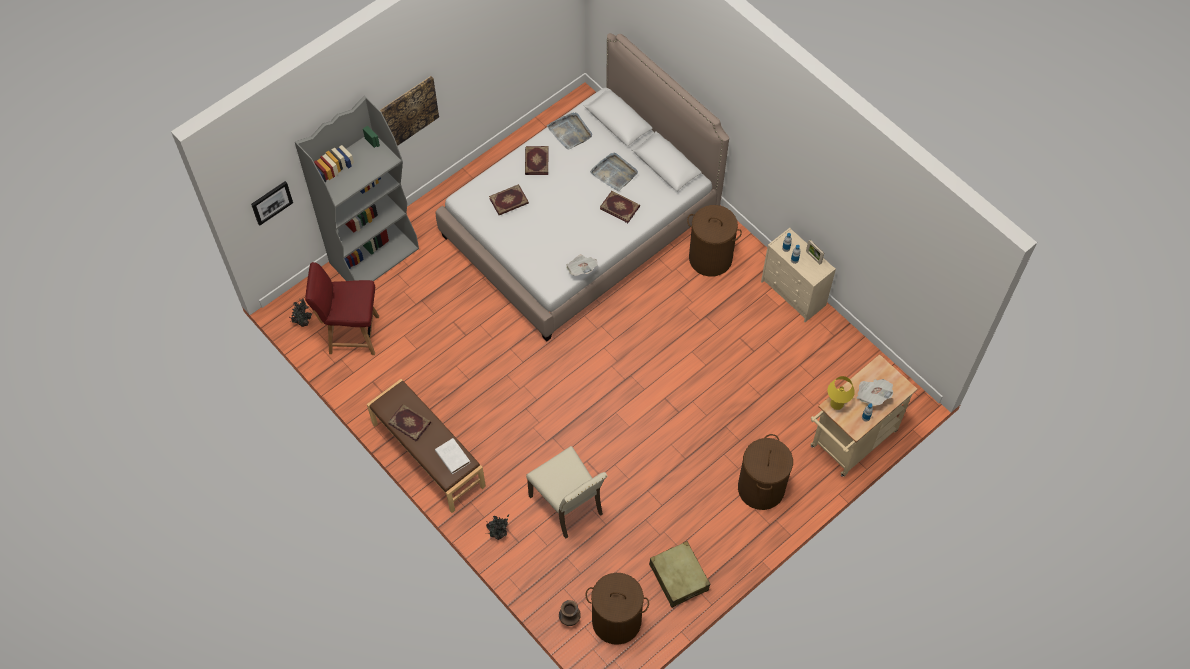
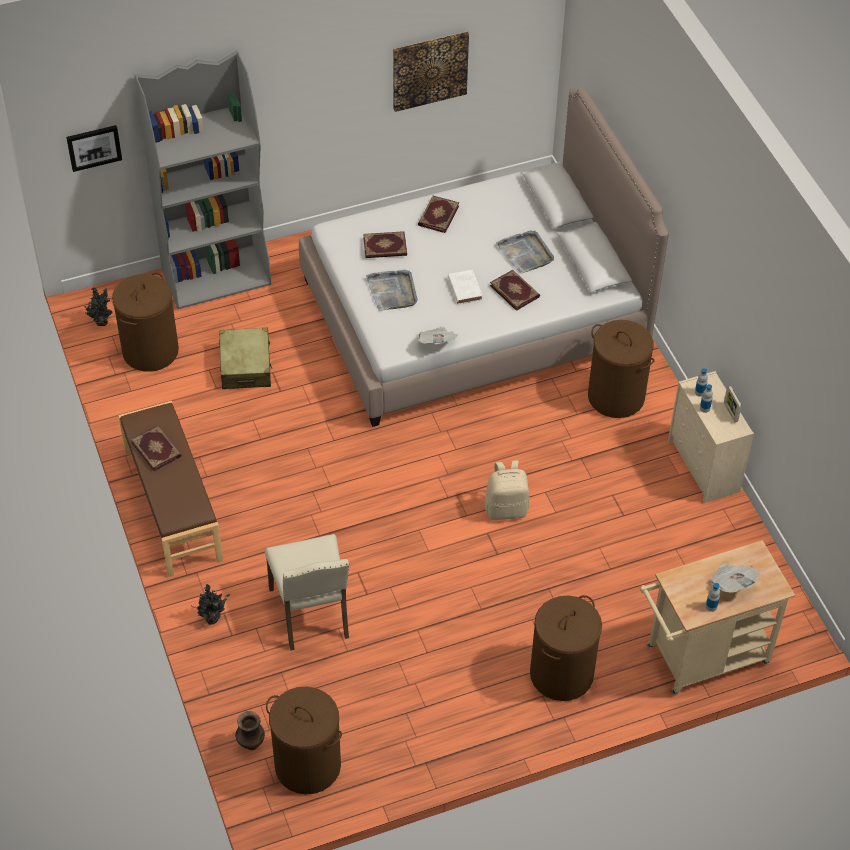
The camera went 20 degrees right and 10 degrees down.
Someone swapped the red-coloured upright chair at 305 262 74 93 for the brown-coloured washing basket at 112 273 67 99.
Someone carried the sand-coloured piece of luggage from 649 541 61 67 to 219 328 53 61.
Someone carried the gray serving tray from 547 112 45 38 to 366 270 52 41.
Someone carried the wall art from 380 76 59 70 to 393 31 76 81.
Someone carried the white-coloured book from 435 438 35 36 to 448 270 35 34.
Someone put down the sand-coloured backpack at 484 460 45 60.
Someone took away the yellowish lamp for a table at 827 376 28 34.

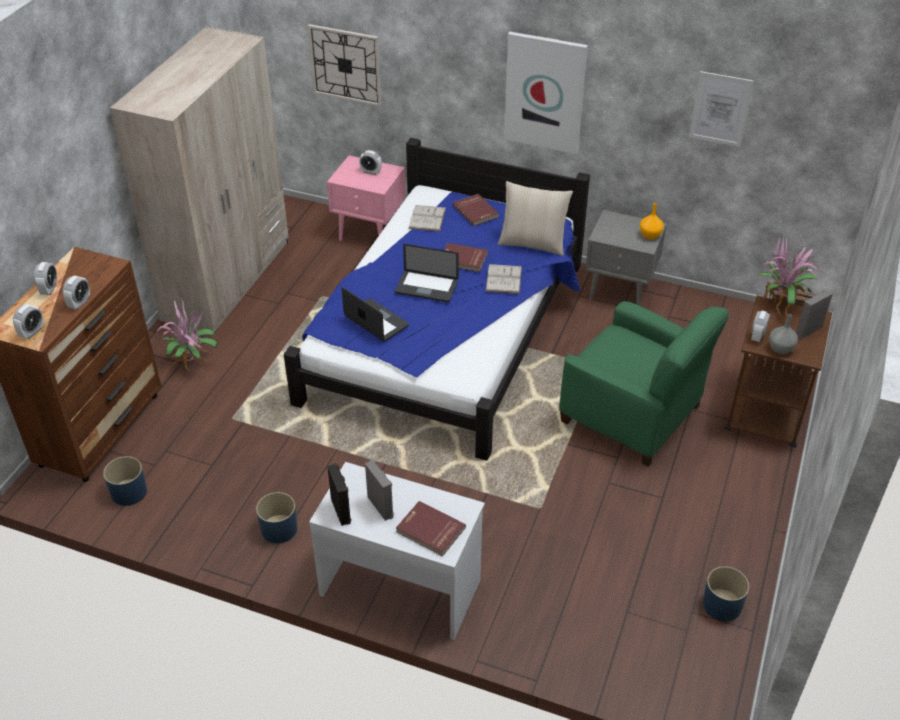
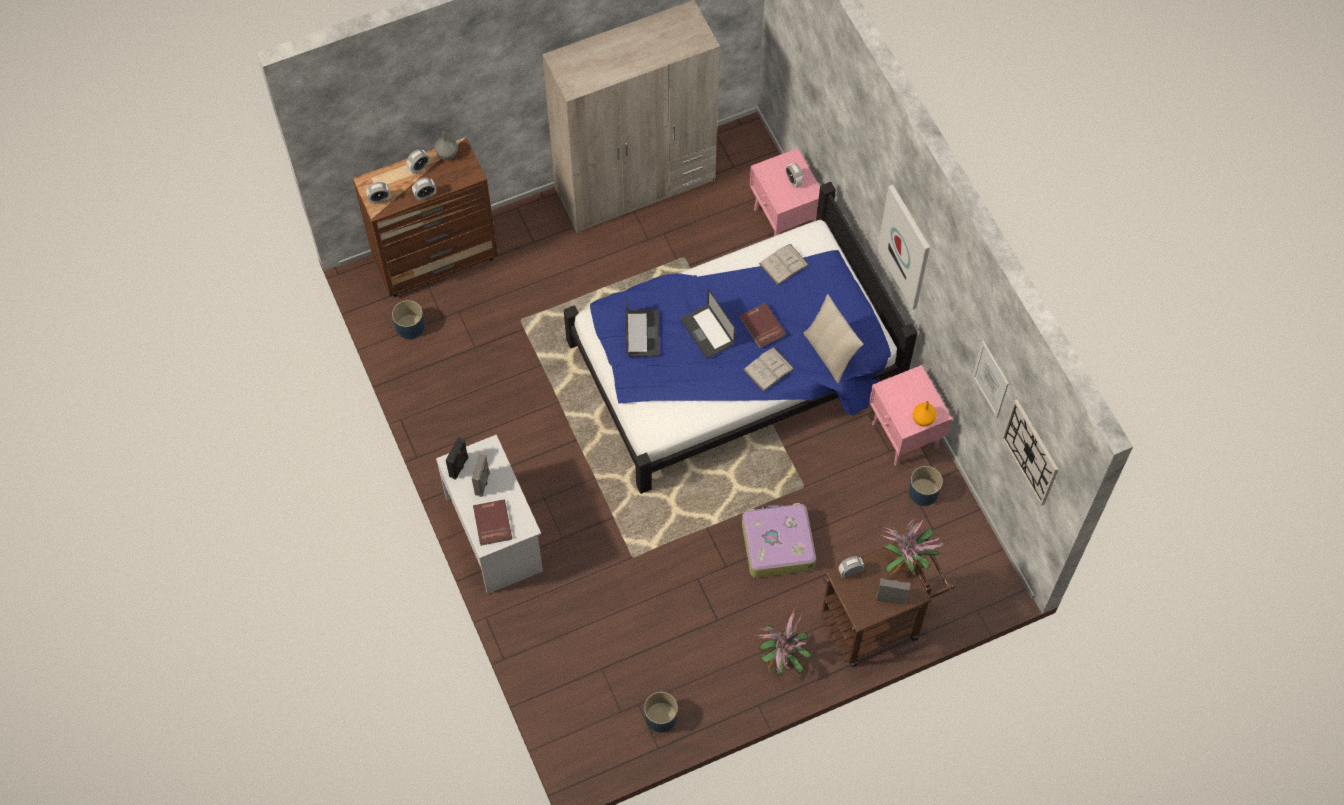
The camera went 45 degrees right and 20 degrees up.
Someone carried the gray vase from 769 314 29 40 to 435 131 23 29.
Someone swapped the green-coloured armchair at 559 301 170 166 for the piece of luggage at 742 503 74 75.
Someone carried the potted plant from 156 298 62 73 to 756 609 56 67.
Someone repainted the gray bedside table at 585 210 82 96, which became the pinkish bedside table at 869 365 83 101.
Someone carried the bluish plant pot from 256 492 42 52 to 909 466 34 40.
Someone carried the hanging clock from 308 24 73 82 to 1002 399 56 107.
Someone took away the red-coloured book at 453 194 46 32.

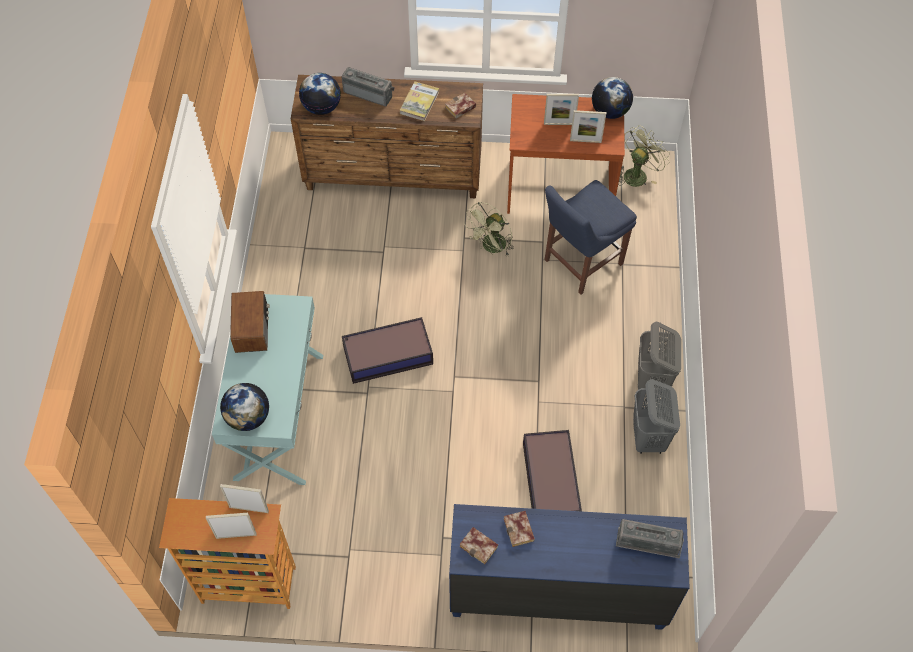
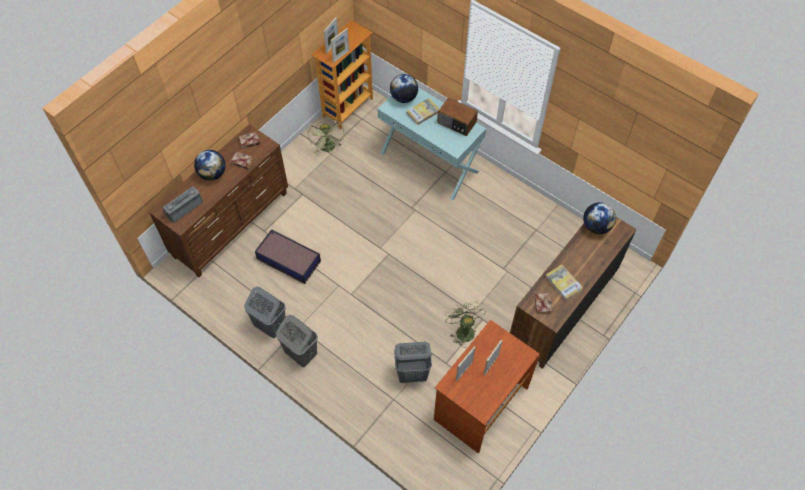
The camera went 125 degrees right and 0 degrees up.
Someone repainted the bluish dresser at 449 504 241 126, which became the brown-coloured dresser at 149 124 139 153.
Someone carried the world globe from 592 77 41 42 to 194 150 32 31.
Someone carried the green-coloured fan from 618 125 52 62 to 308 119 37 34.
Someone swapped the bluish upright chair at 545 180 92 115 for the gray washing basket at 394 342 38 41.
Someone put down the book at 406 98 34 27.
Someone took away the radio receiver at 342 67 53 39.
Someone took away the storage box at 342 317 91 67.

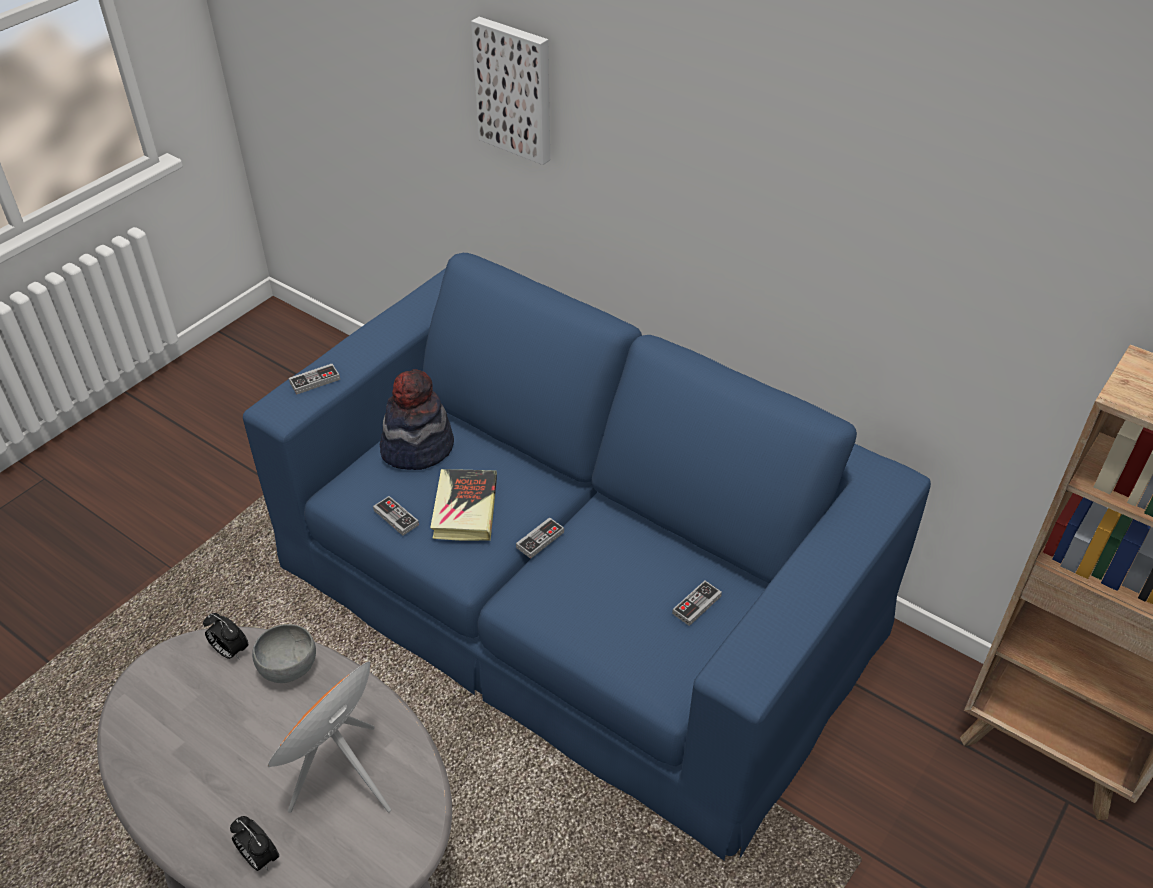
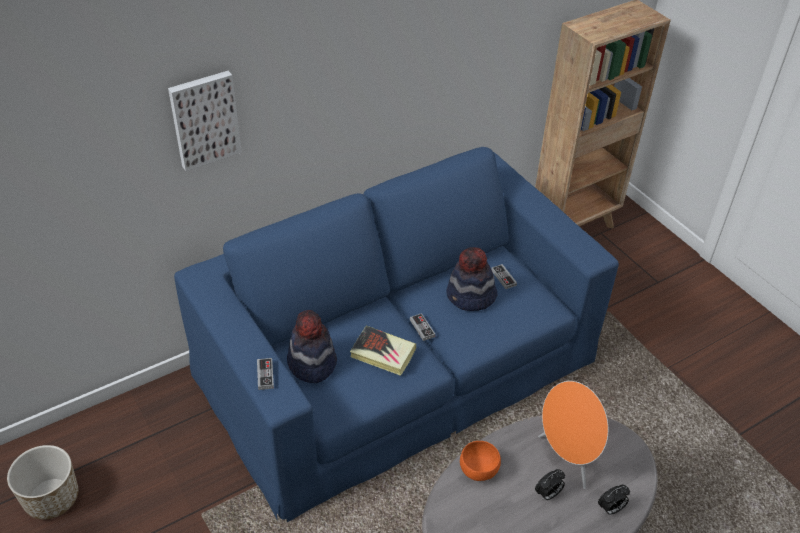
The camera went 70 degrees left and 0 degrees up.
Someone put down the plant pot at 7 445 71 75.
Someone put down the clothing hat at 446 247 51 64.
Someone repainted the gray deep dish at 252 624 64 59, which became the orangey deep dish at 460 441 41 40.
Someone carried the bedside clock from 203 613 45 47 to 535 469 30 31.
Someone took away the game controller at 373 496 46 40.

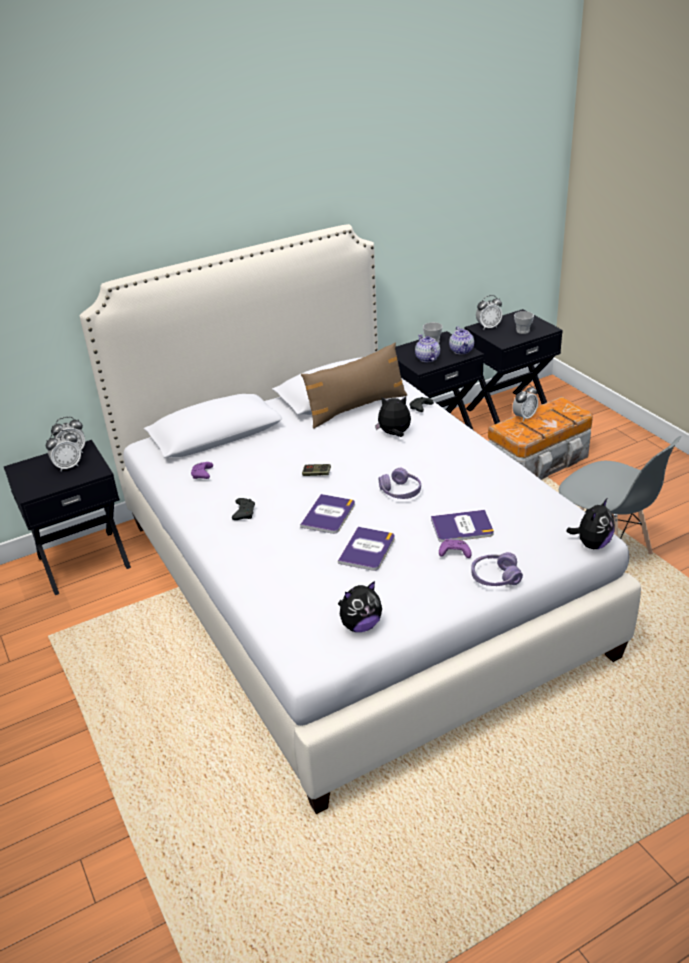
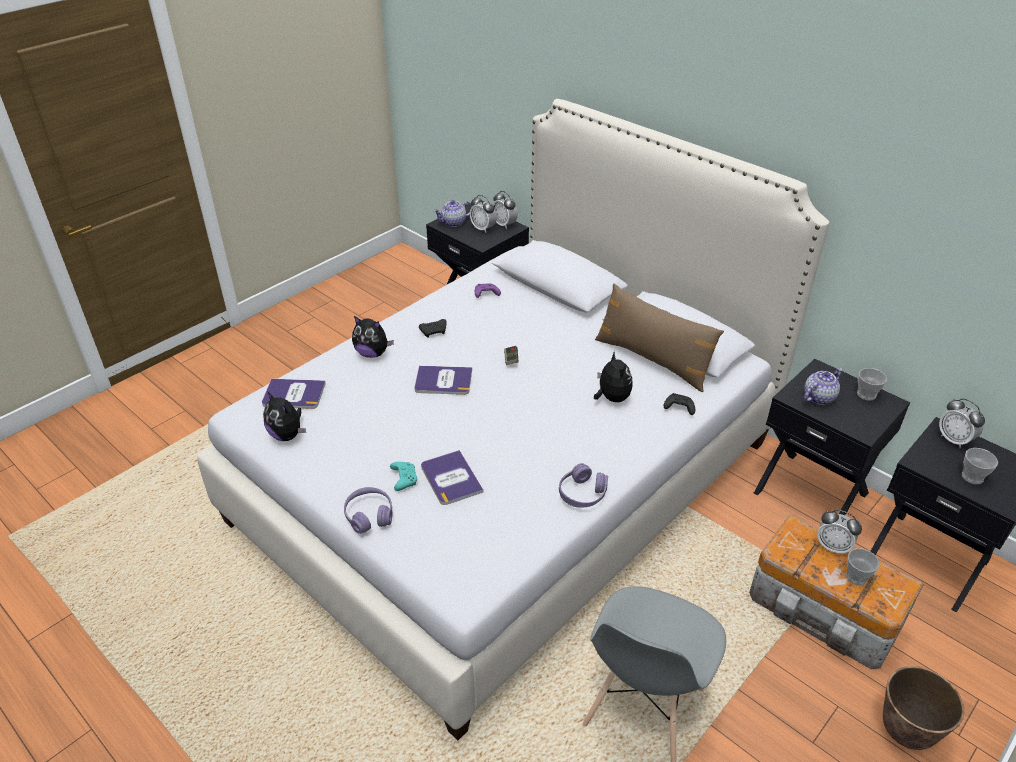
The camera went 70 degrees right and 5 degrees up.
Someone carried the book from 338 527 57 44 to 262 379 64 30.
Someone carried the cuddly toy from 566 498 49 51 to 352 316 42 42.
Someone repainted the purple-coloured game controller at 439 539 33 19, which became the turquoise game controller at 390 462 27 29.
Someone carried the pot for tea from 449 326 25 29 to 433 200 40 27.
Someone carried the purple-coloured headset from 379 468 42 31 to 559 463 49 45.
Someone put down the cup at 846 548 34 37.
Someone put down the plant pot at 883 666 81 84.

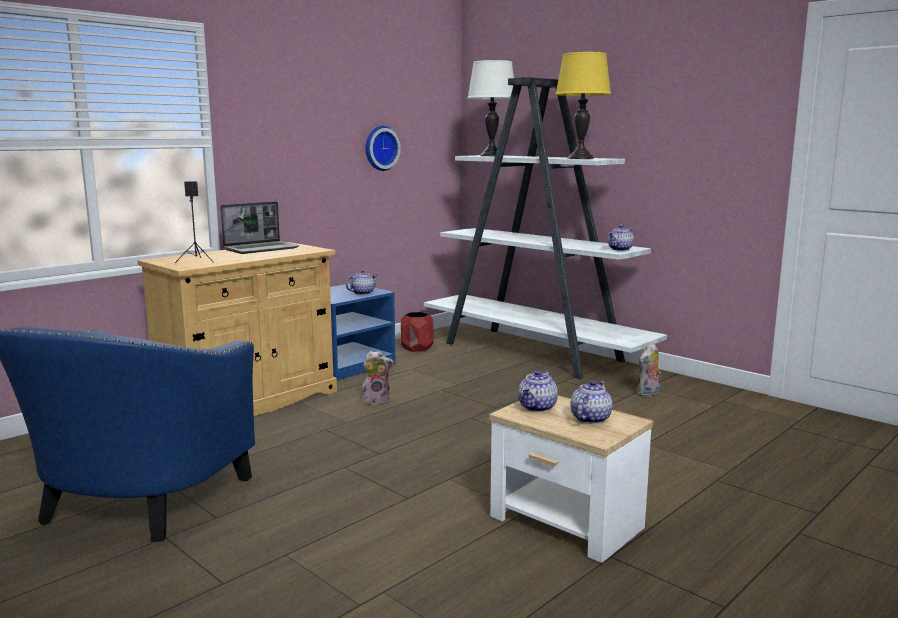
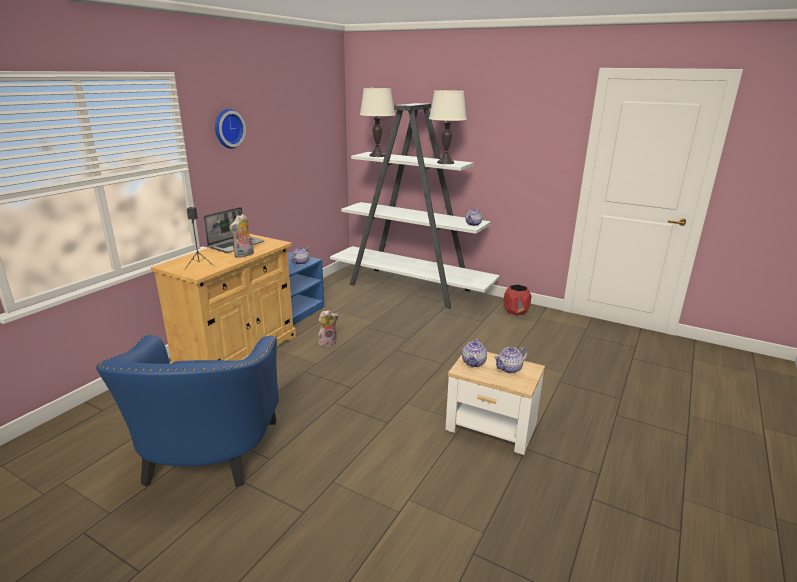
The camera went 15 degrees left and 10 degrees up.
Someone carried the hanging clock from 366 126 35 45 to 215 109 31 40.
Someone carried the cuddly toy from 636 343 25 54 to 229 214 25 44.
Someone repainted the yellowish lamp for a table at 555 52 56 107, which became the white-coloured lamp for a table at 429 90 38 74.
Someone rotated the pot for tea at 570 380 42 44 by 135 degrees counterclockwise.
Someone carried the red-coloured plant pot from 401 312 33 40 to 503 284 28 32.

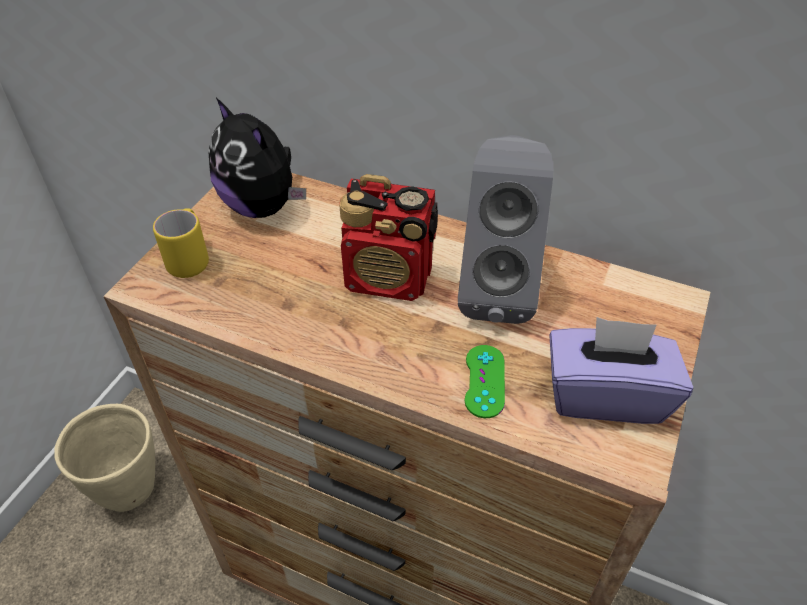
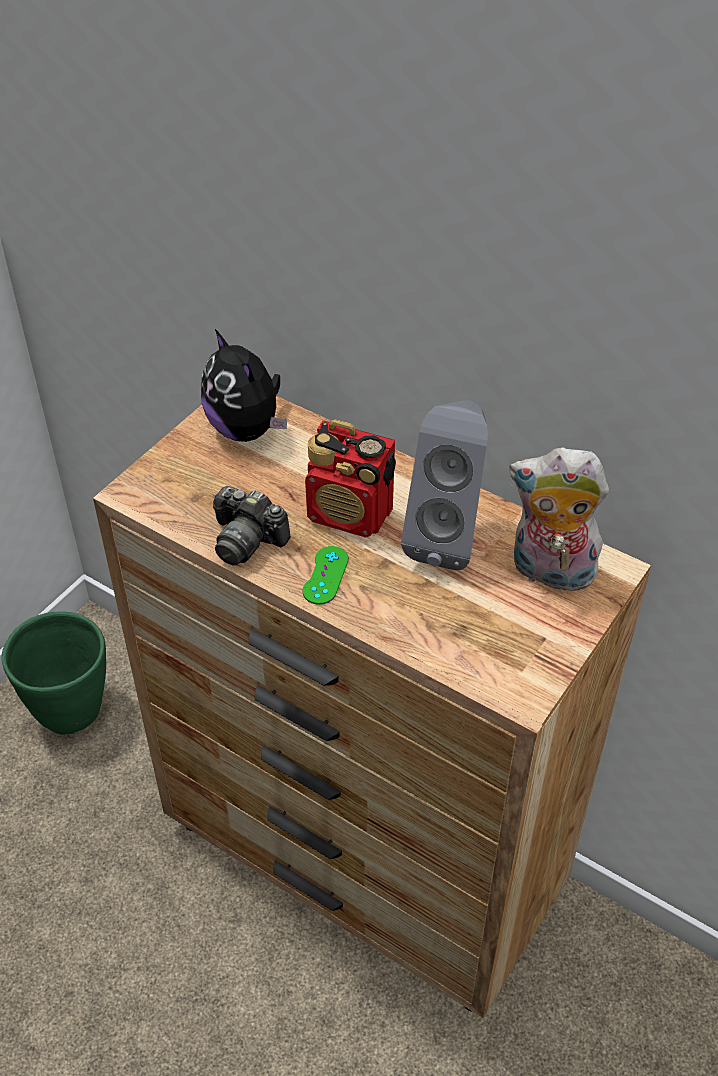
The camera went 10 degrees right and 0 degrees up.
Someone repainted the sand-coloured plant pot at 54 404 101 108, which became the green-coloured plant pot at 2 612 104 123.
Someone put down the still camera at 213 486 78 79.
Someone carried the green-coloured game controller from 465 345 40 73 to 302 546 47 59.
Someone put down the cuddly toy at 509 447 100 149.
Someone took away the yellowish mug at 153 208 56 70.
Someone took away the purple-coloured tissue holder at 549 317 144 107.

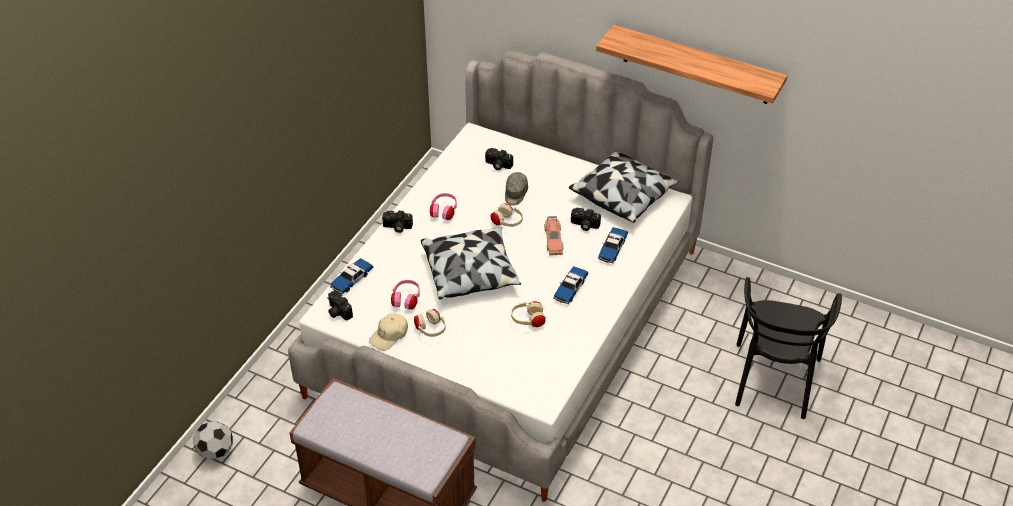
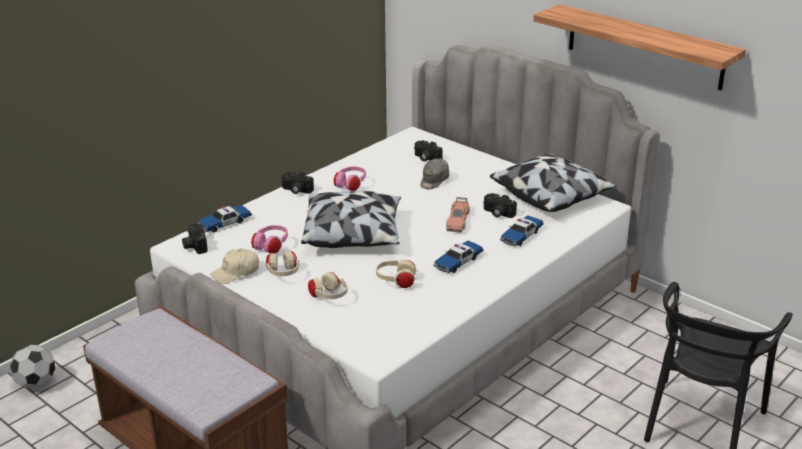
The camera went 15 degrees right and 15 degrees down.
Someone carried the sand-coloured headset from 490 203 33 24 to 308 272 40 27.

